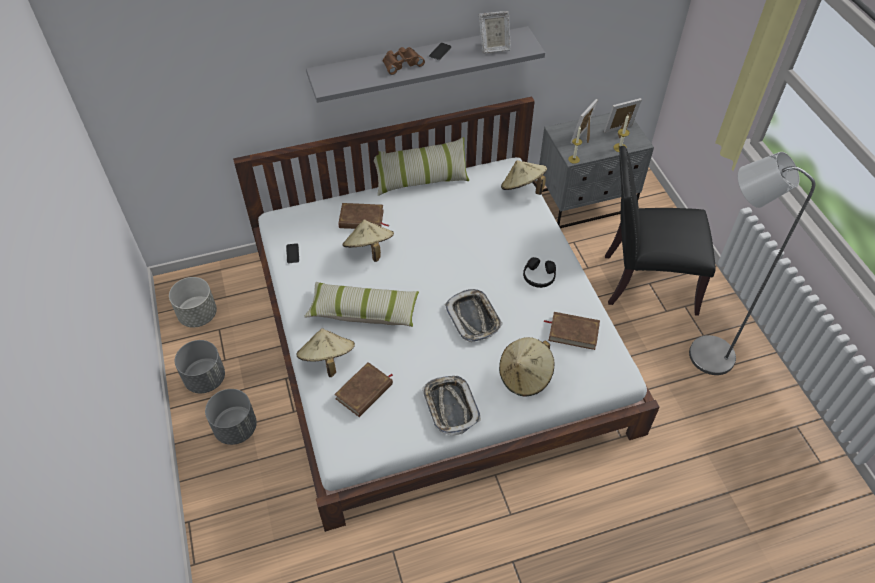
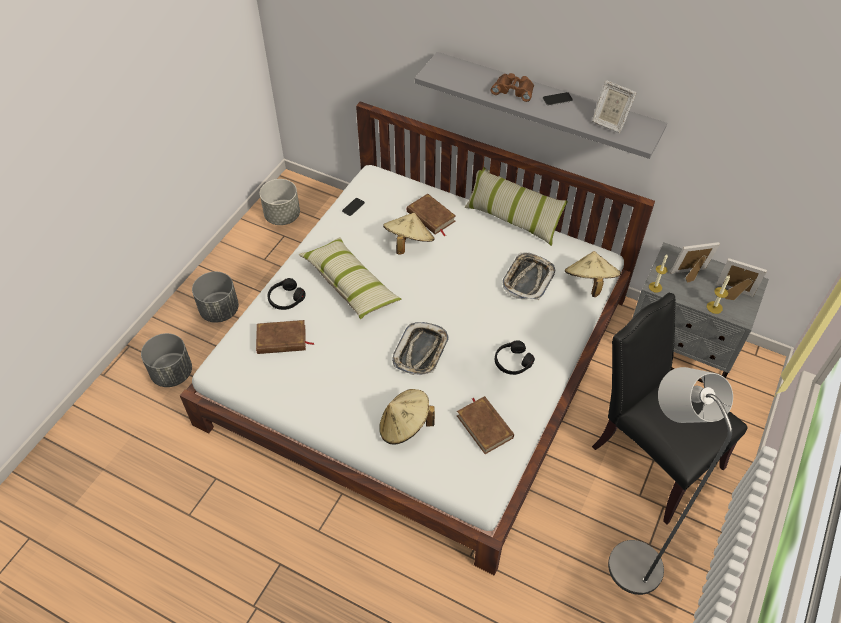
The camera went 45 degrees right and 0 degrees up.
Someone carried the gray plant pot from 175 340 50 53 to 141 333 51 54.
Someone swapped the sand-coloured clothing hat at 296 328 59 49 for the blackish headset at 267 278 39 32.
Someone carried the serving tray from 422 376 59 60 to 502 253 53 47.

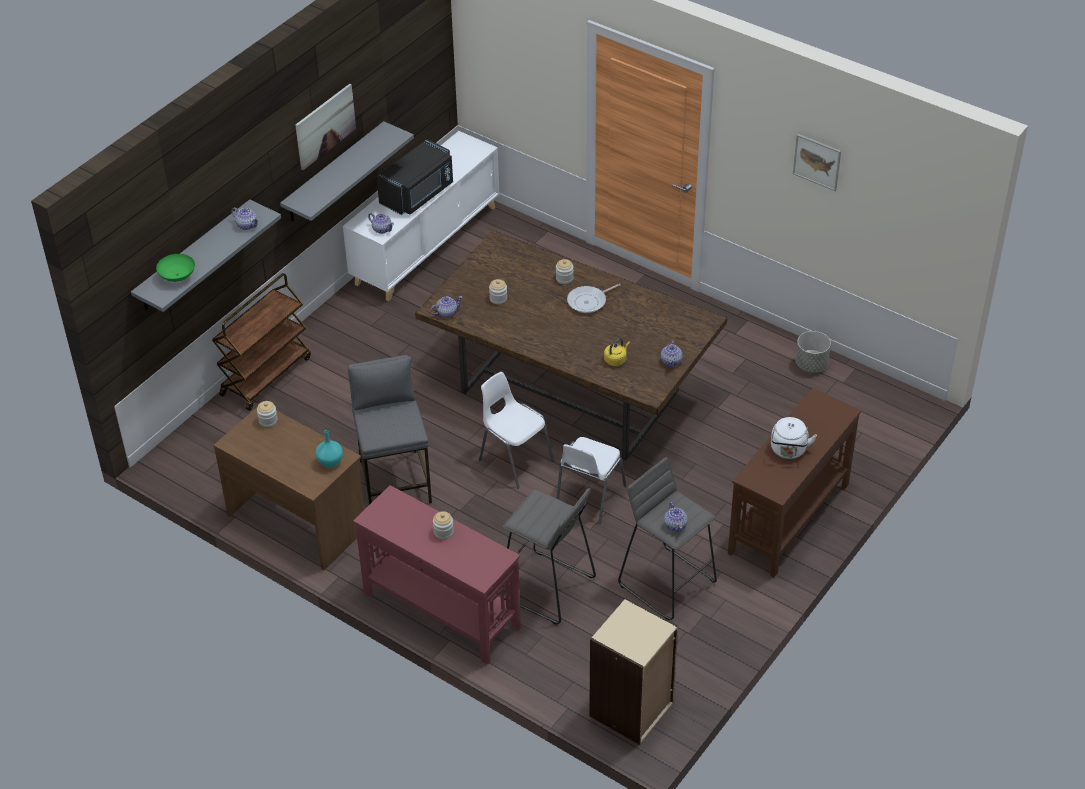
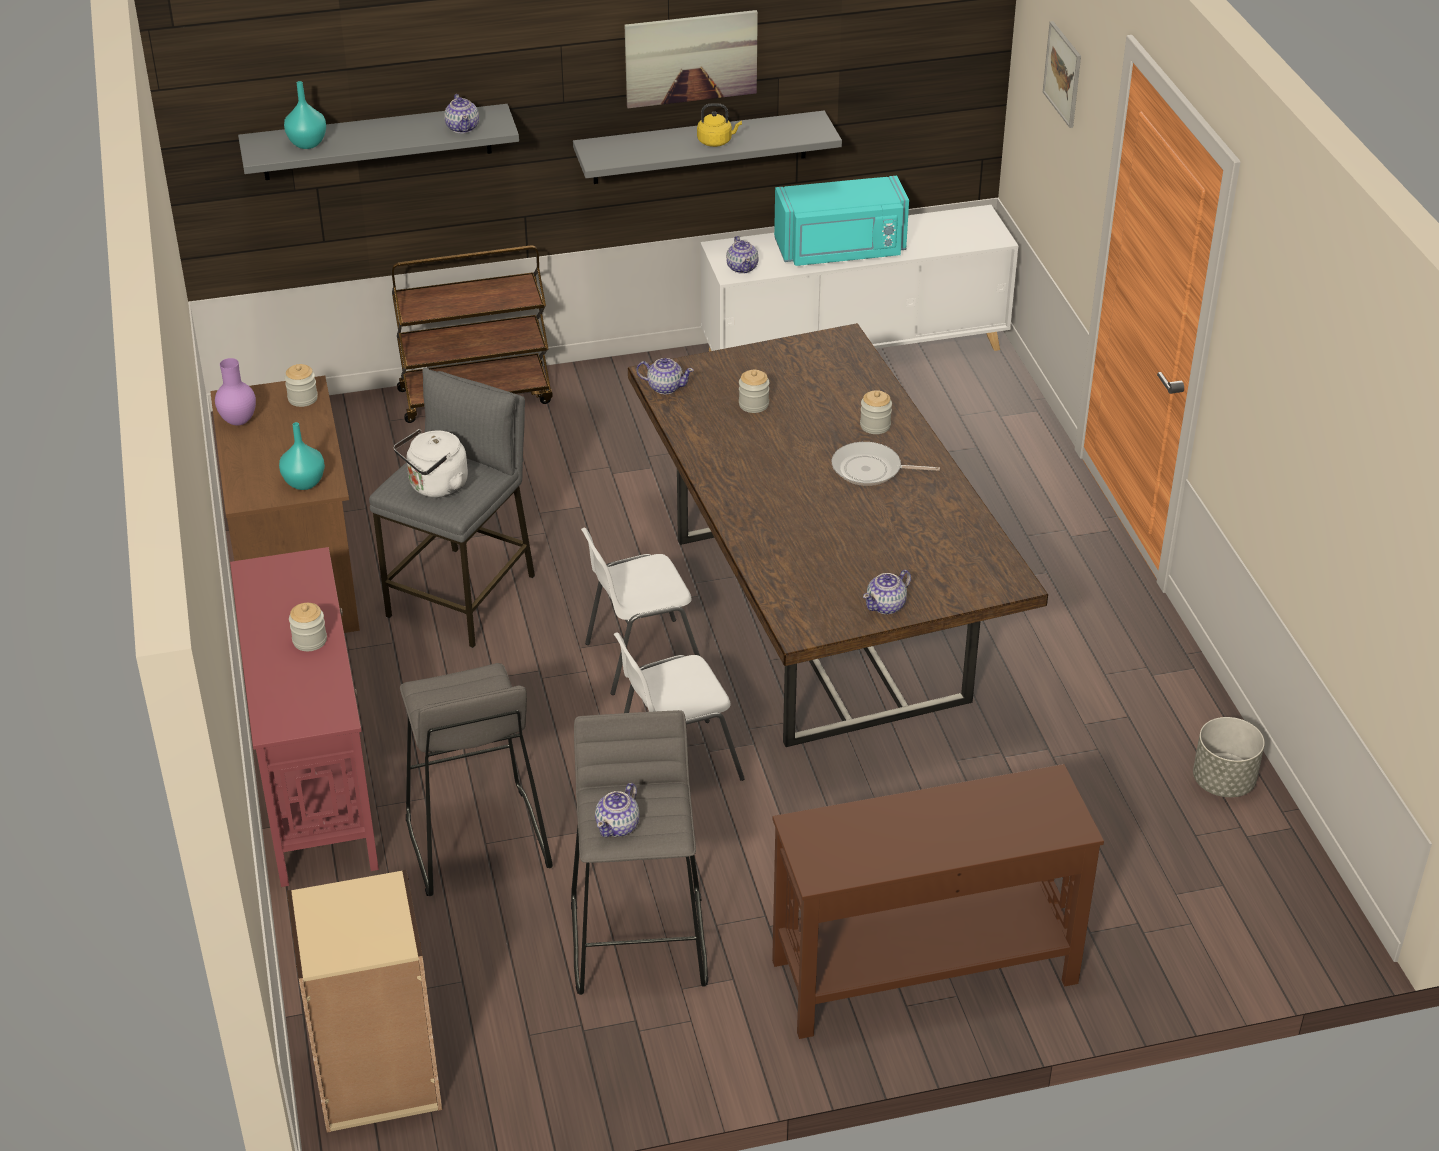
The camera went 40 degrees right and 5 degrees down.
Someone put down the purple-coloured vase at 215 358 41 67.
Someone swapped the green-coloured deep dish at 156 254 39 28 for the turquoise vase at 284 81 42 68.
Someone carried the white-coloured water kettle from 771 417 46 42 to 394 429 74 69.
Someone rotated the white-coloured upright chair at 479 372 75 117 by 105 degrees counterclockwise.
Someone carried the yellowish water kettle from 604 338 26 28 to 697 103 45 44.
Someone repainted the blackish kitchen microwave at 376 139 77 76, which became the turquoise kitchen microwave at 774 176 135 90.
Someone carried the wall art from 793 134 48 57 to 1043 21 38 107.

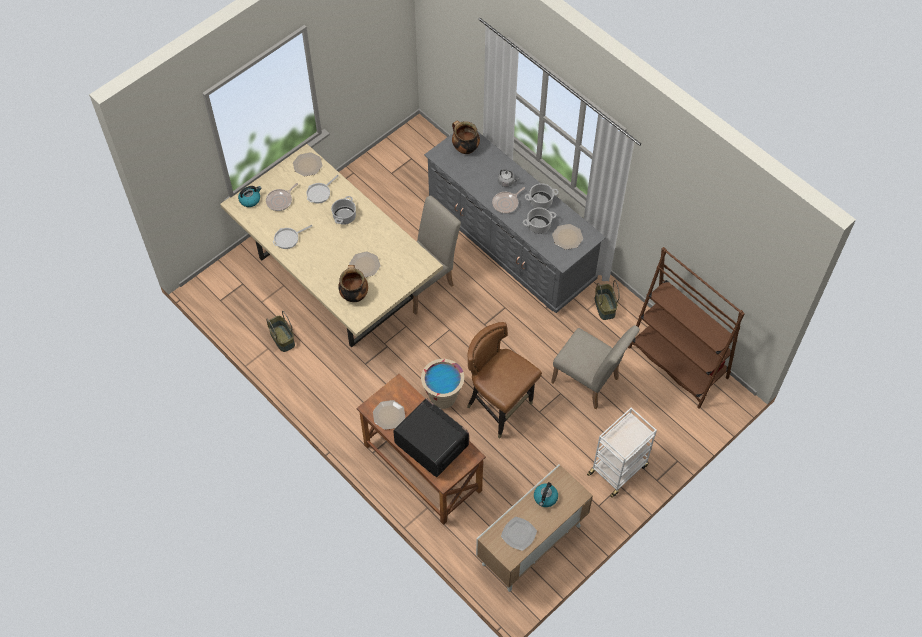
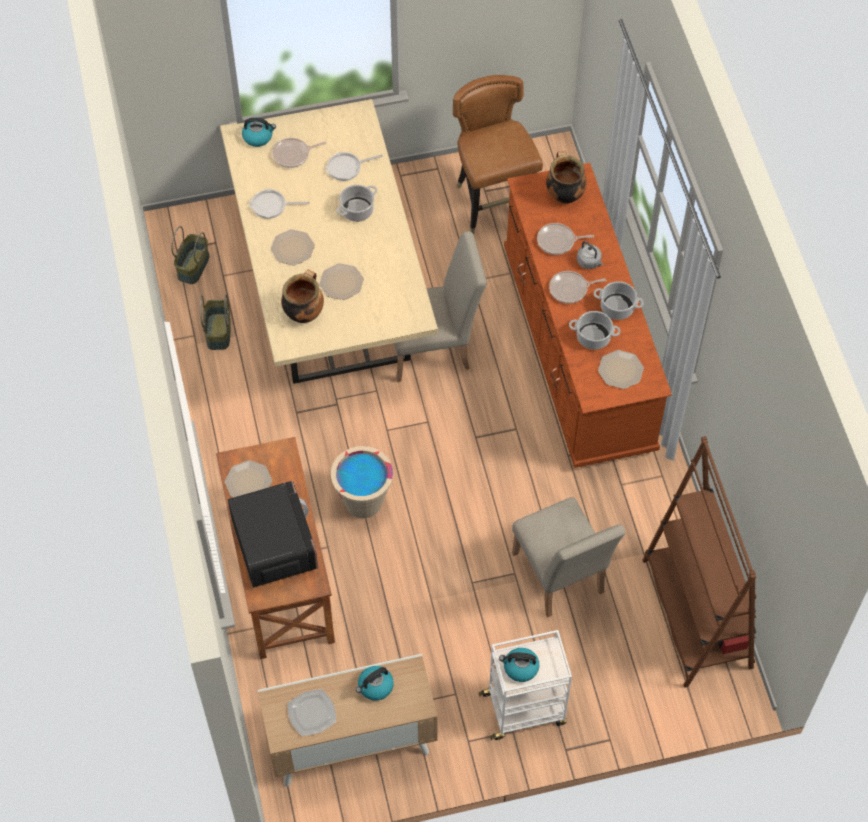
The camera went 30 degrees right and 0 degrees up.
Someone carried the basket from 595 280 24 40 to 171 226 39 58.
Someone carried the flat dish from 293 152 29 24 to 271 229 44 36.
Someone carried the brown-coloured upright chair from 467 322 75 117 to 453 75 90 159.
Someone put down the water kettle at 499 648 40 34.
Someone repainted the gray dresser at 424 132 182 181, which became the brown-coloured dresser at 504 163 168 305.
Someone put down the frying pan at 537 223 57 32.

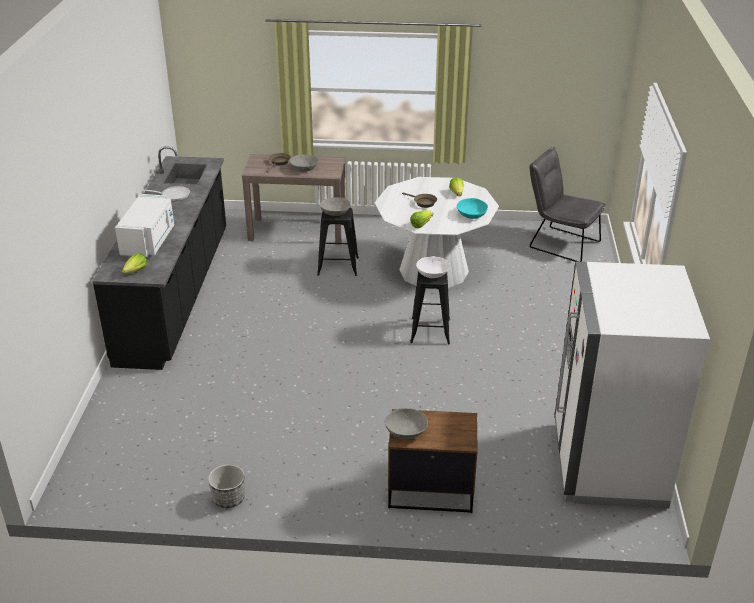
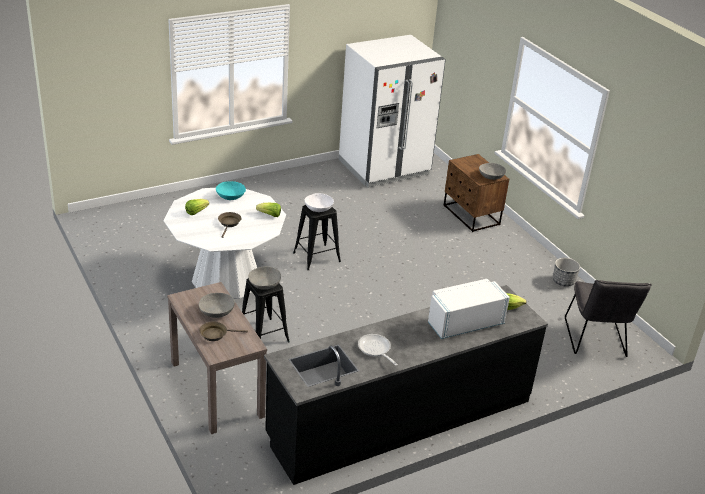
The camera went 125 degrees left and 0 degrees up.
Someone carried the gray upright chair from 529 147 76 115 to 565 280 87 77.

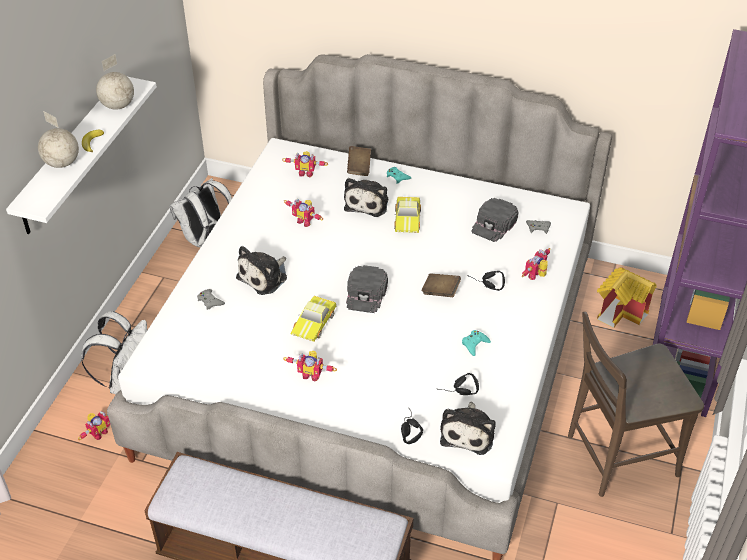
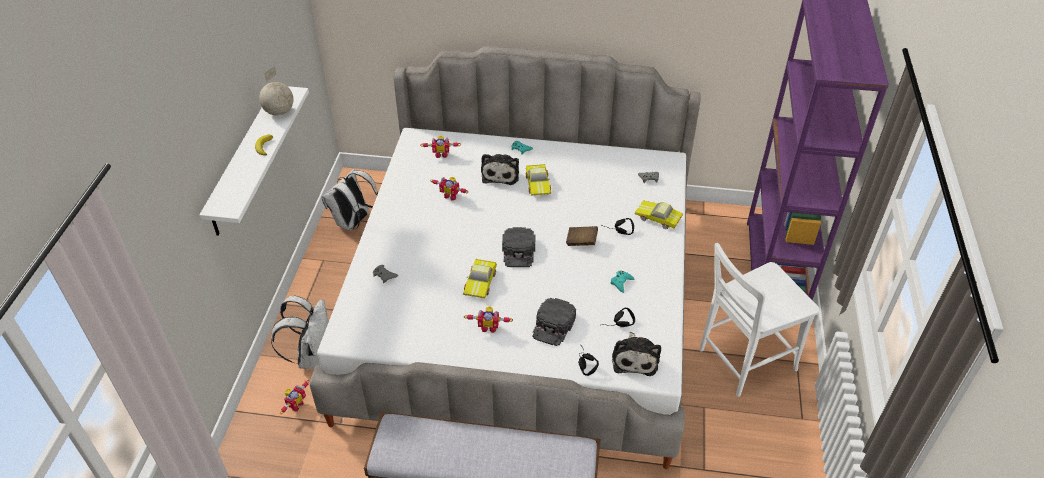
The camera went 10 degrees left and 0 degrees up.
Someone carried the blackish peaked cap from 471 198 48 44 to 533 298 43 48.
Someone swapped the toy robot at 522 248 29 32 for the toy car at 635 200 48 29.
Someone repainted the brown-coloured upright chair at 568 312 136 185, which became the white-coloured upright chair at 699 243 121 154.
Someone took away the world globe at 38 111 41 57.
Someone took away the cuddly toy at 236 246 51 49.
Someone took away the brown-coloured book at 347 146 24 30.
Someone took away the model house at 597 267 60 61.

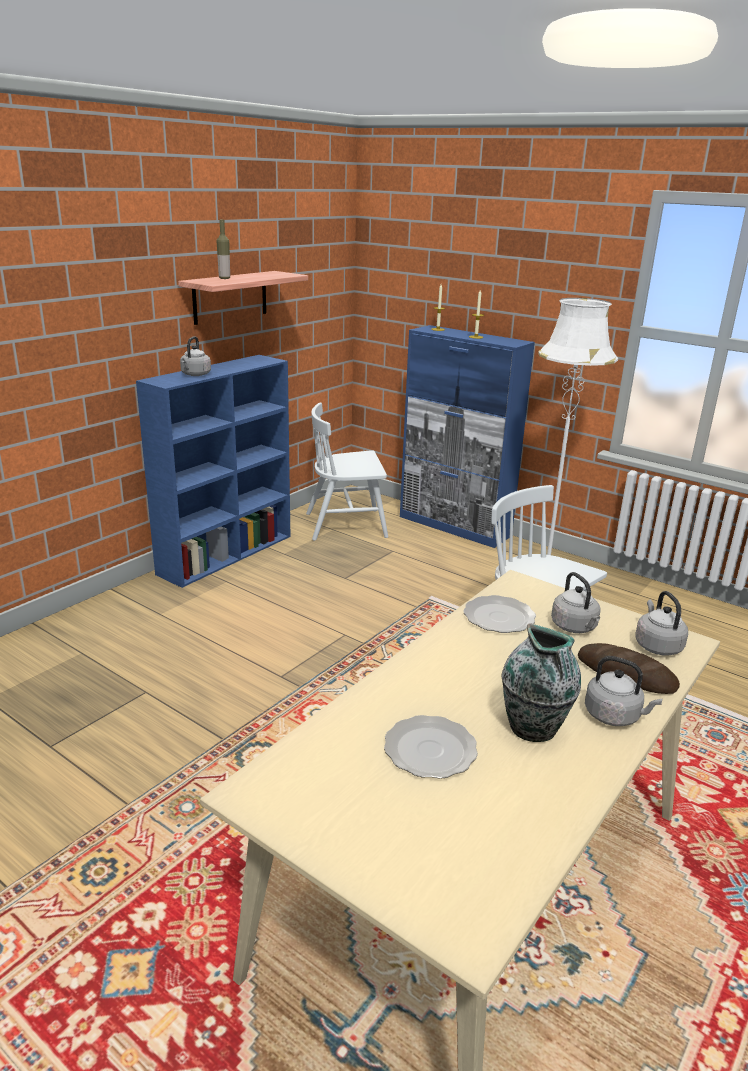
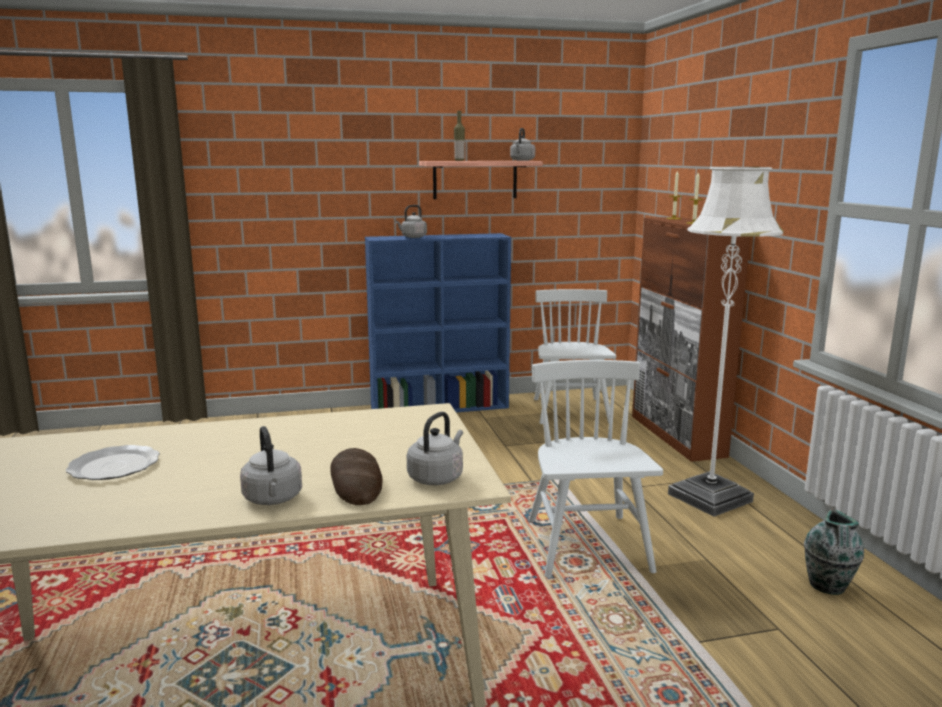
The camera went 40 degrees right and 10 degrees down.
Someone carried the gray water kettle from 551 572 50 61 to 510 128 25 33.
Someone rotated the white-coloured upright chair at 306 403 82 138 by 60 degrees clockwise.
Someone repainted the bluish storage cabinet at 400 325 135 223, which became the brown-coloured storage cabinet at 632 217 118 245.
Someone carried the vase from 501 623 80 119 to 804 508 60 87.
Someone took away the flat dish at 463 595 73 38.

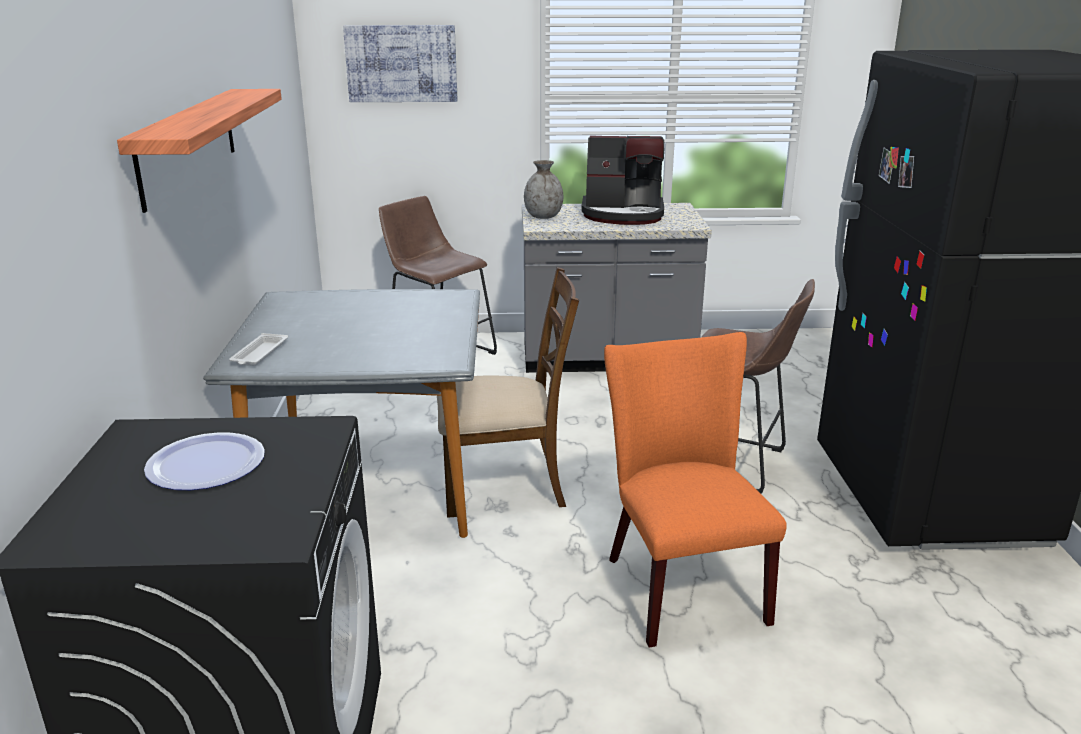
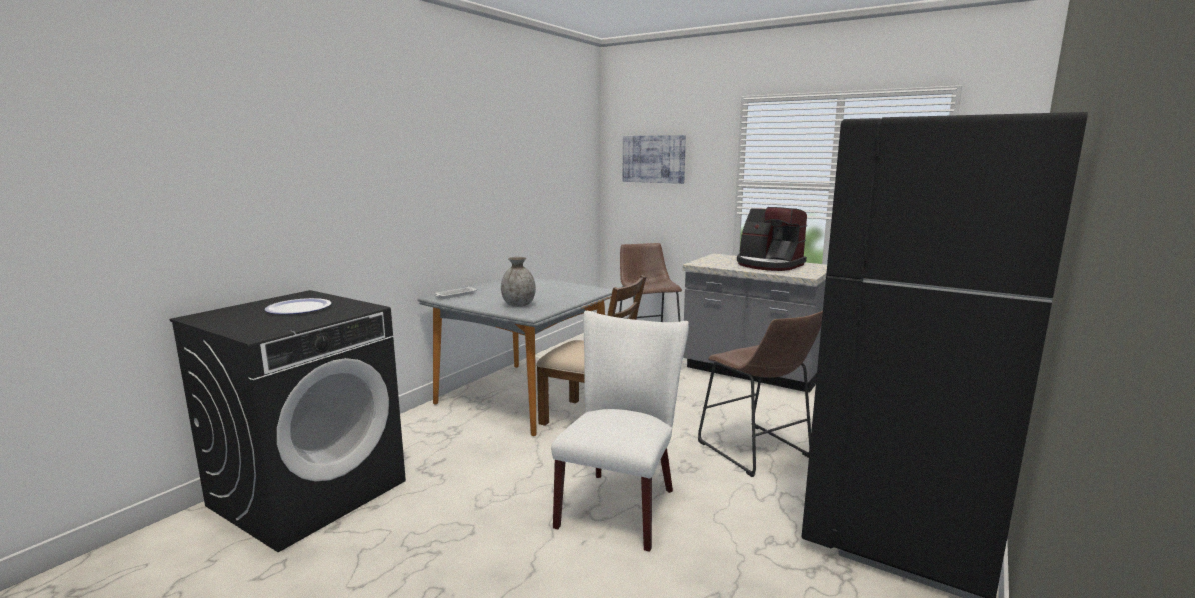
The camera went 35 degrees right and 10 degrees down.
Someone carried the gray vase from 524 160 39 59 to 501 257 35 50.
Someone repainted the orangey upright chair at 604 332 183 315, which became the white-coloured upright chair at 551 311 138 241.
Someone took away the wall shelf at 117 89 165 124.

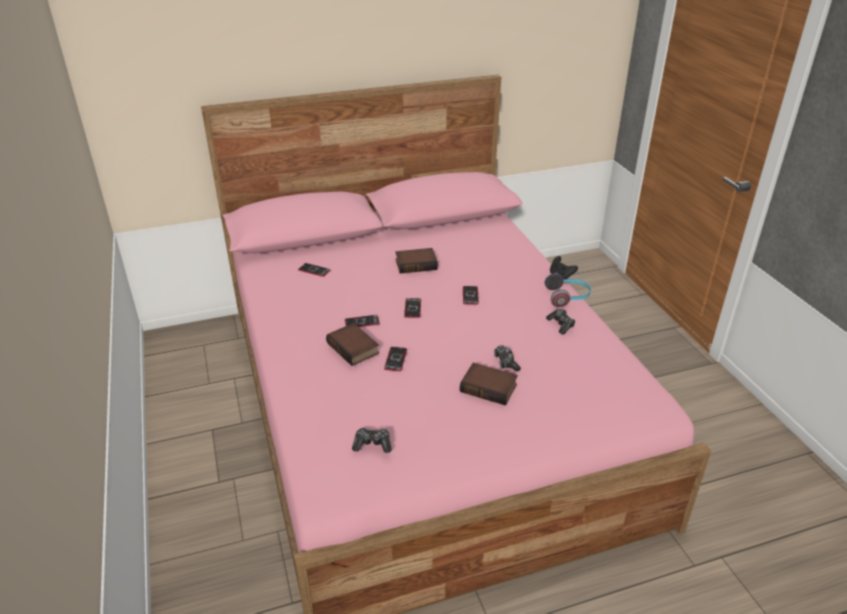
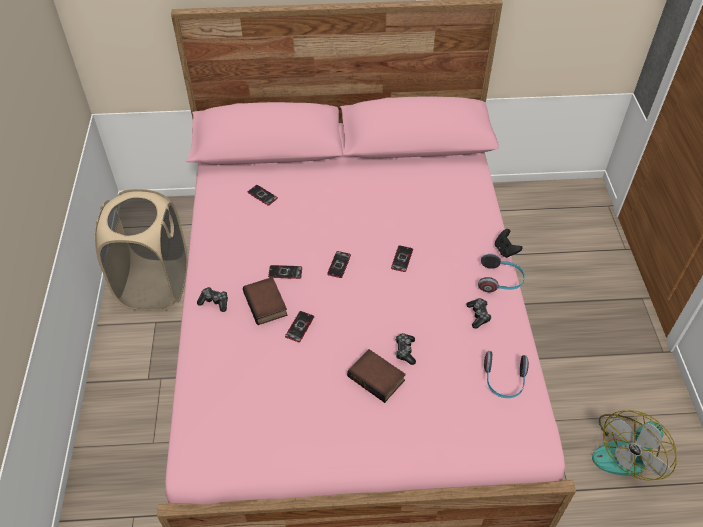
The camera went 15 degrees right and 15 degrees up.
Someone put down the sand-coloured washing basket at 95 189 93 122.
Someone carried the game controller from 352 428 39 25 to 197 287 31 25.
Someone put down the headset at 484 351 45 47.
Someone put down the fan at 592 410 85 71.
Someone took away the book at 395 248 43 26.

